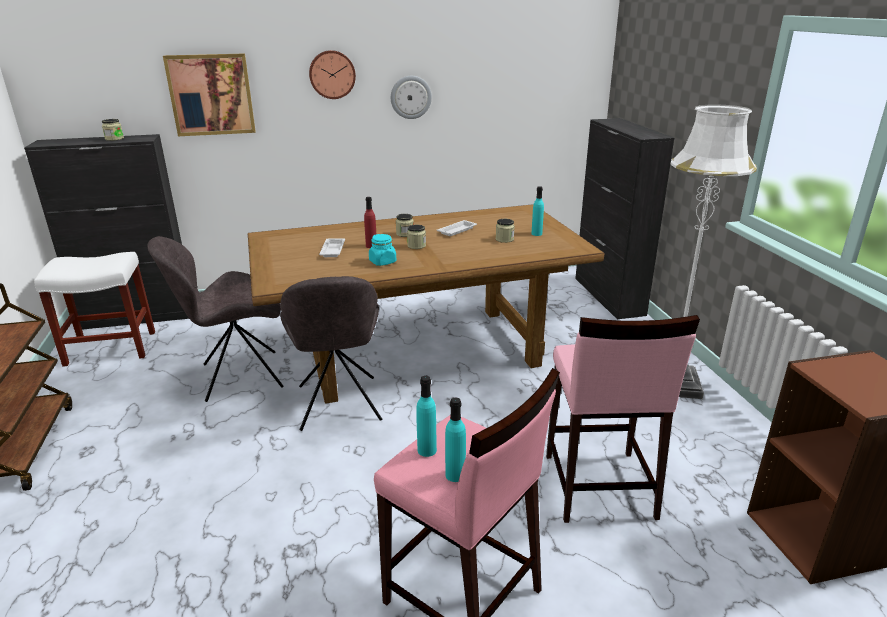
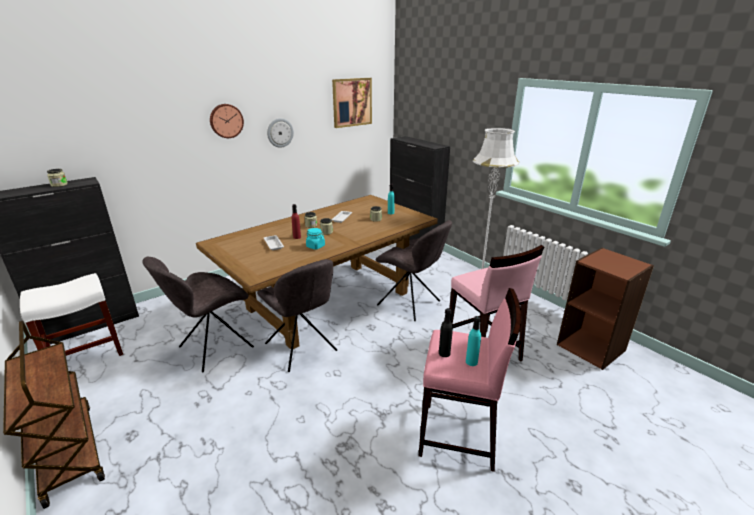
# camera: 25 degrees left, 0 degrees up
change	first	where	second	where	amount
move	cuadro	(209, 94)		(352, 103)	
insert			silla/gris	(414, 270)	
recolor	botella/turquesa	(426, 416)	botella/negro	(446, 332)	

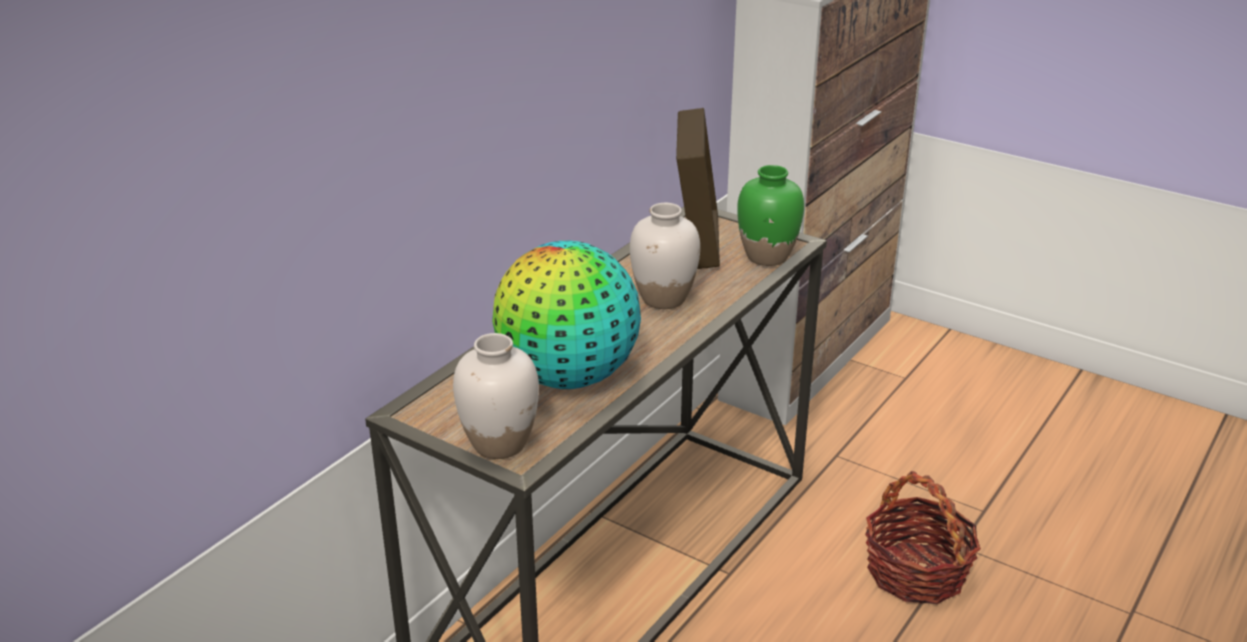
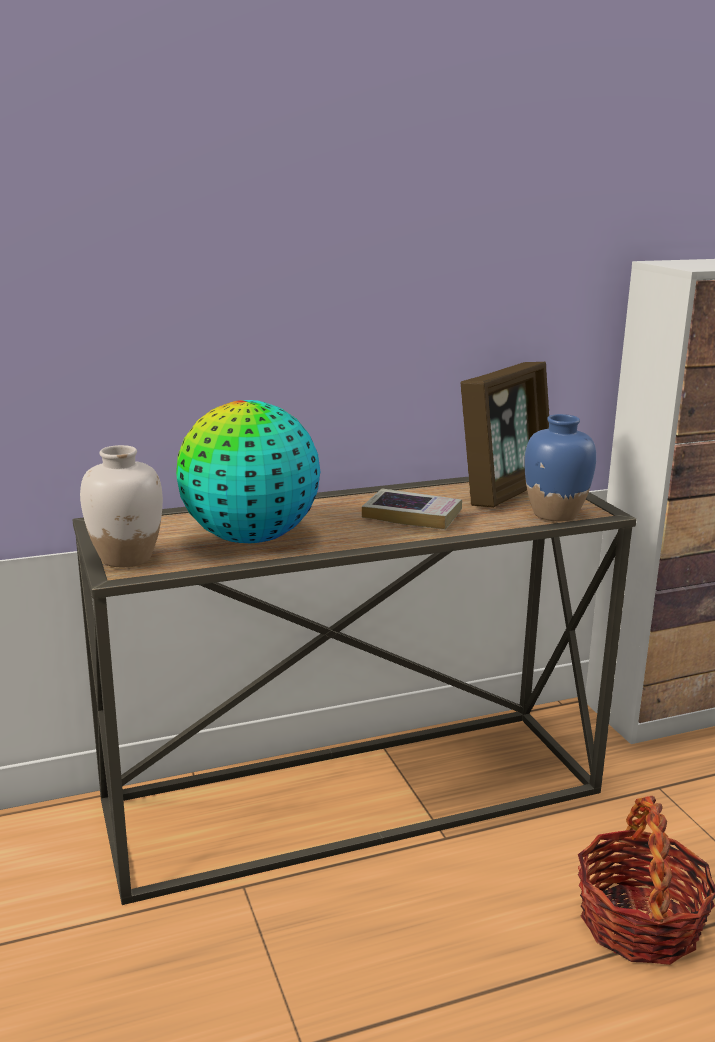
# camera: 35 degrees right, 10 degrees down
change	first	where	second	where	amount
replace	florero/blanco	(665, 256)	libro	(412, 509)	
recolor	florero/verde	(770, 215)	florero/azul	(560, 467)	

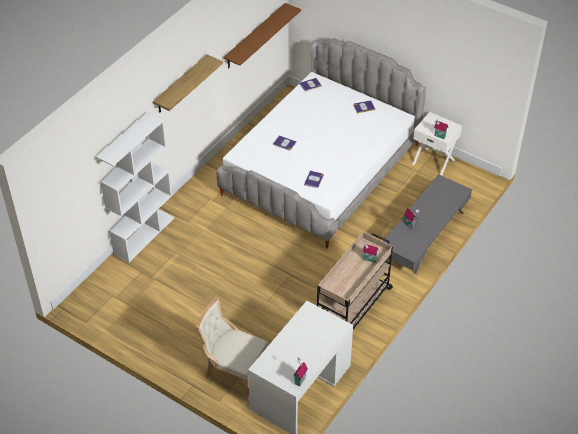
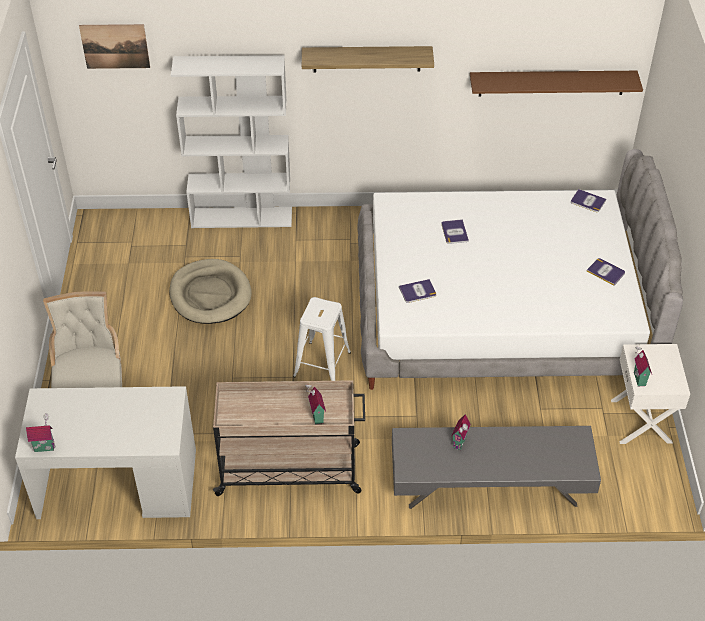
# camera: 55 degrees right, 0 degrees up
change	first	where	second	where	amount
insert			cuadro	(114, 46)	
insert			cama para perro/beis	(210, 291)	
insert			taburete/blanco	(322, 339)	

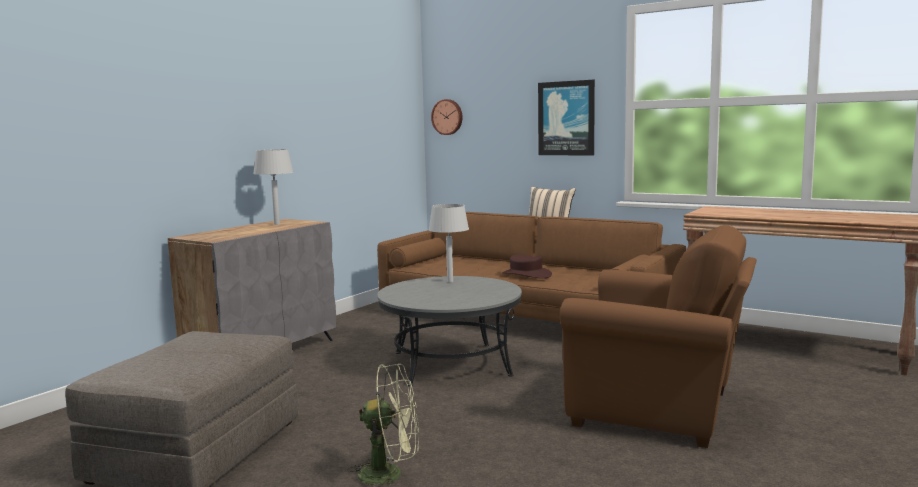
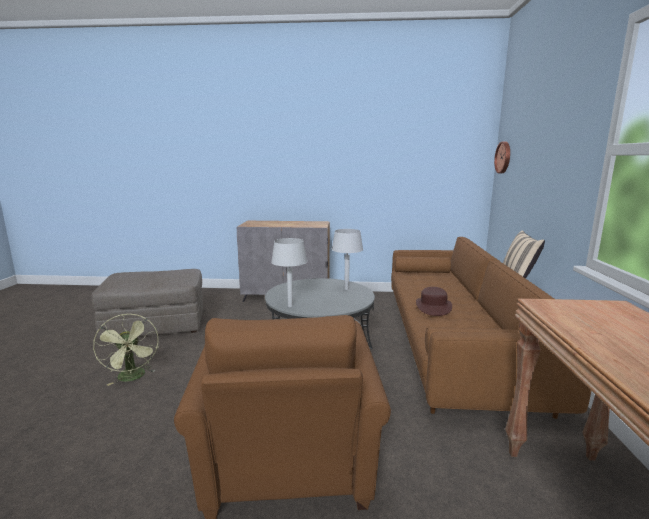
# camera: 60 degrees right, 5 degrees up
change	first	where	second	where	amount
move	lámpara de mesa/gris	(273, 187)		(289, 272)	
delete	cuadro	(566, 117)			

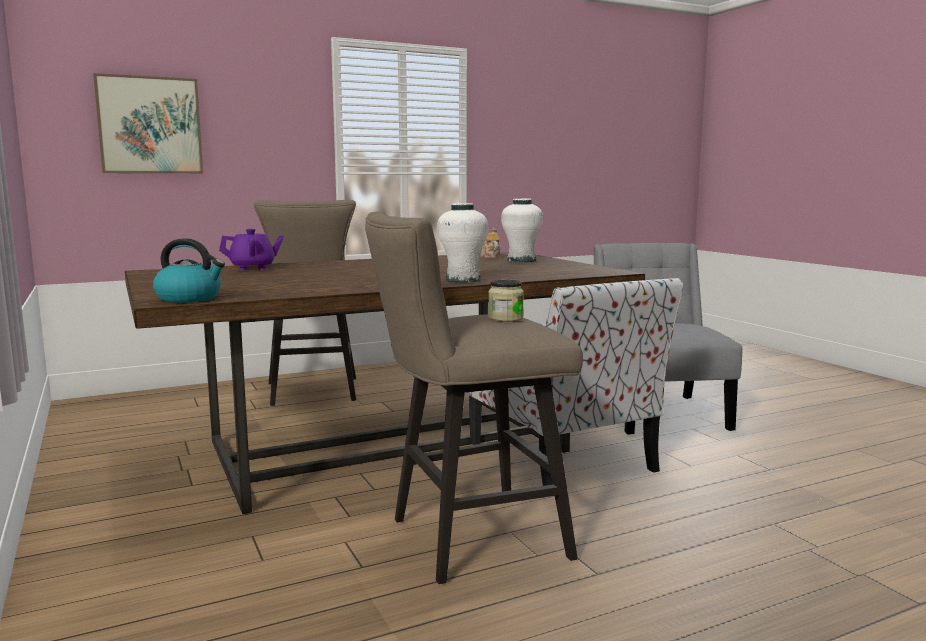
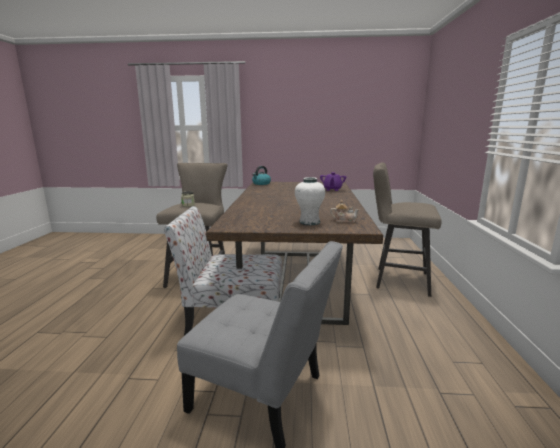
# camera: 120 degrees right, 5 degrees up
change	first	where	second	where	amount
delete	cuadro	(148, 123)			
delete	florero/blanco	(462, 243)			

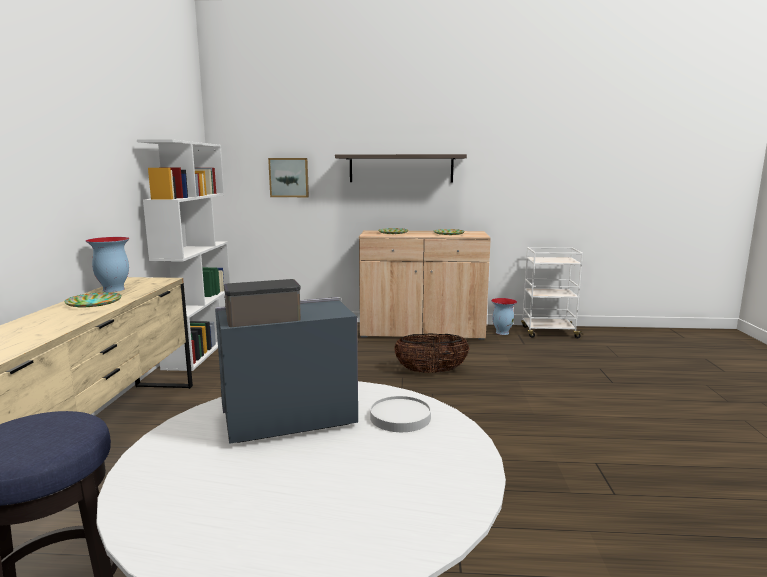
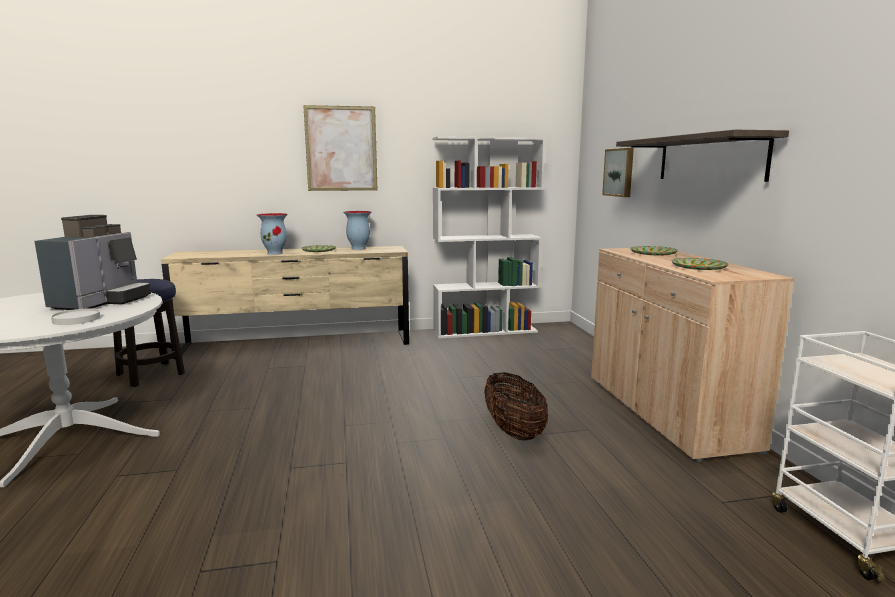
# camera: 75 degrees right, 0 degrees up
change	first	where	second	where	amount
rotate	cafetera	(286, 361)		(93, 262)	45 degrees clockwise
move	florero	(504, 316)		(272, 234)	
insert			cuadro	(340, 148)	

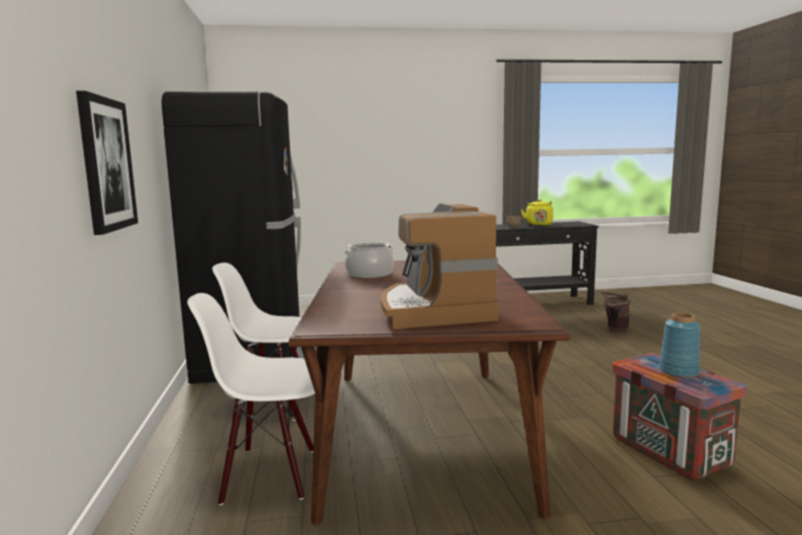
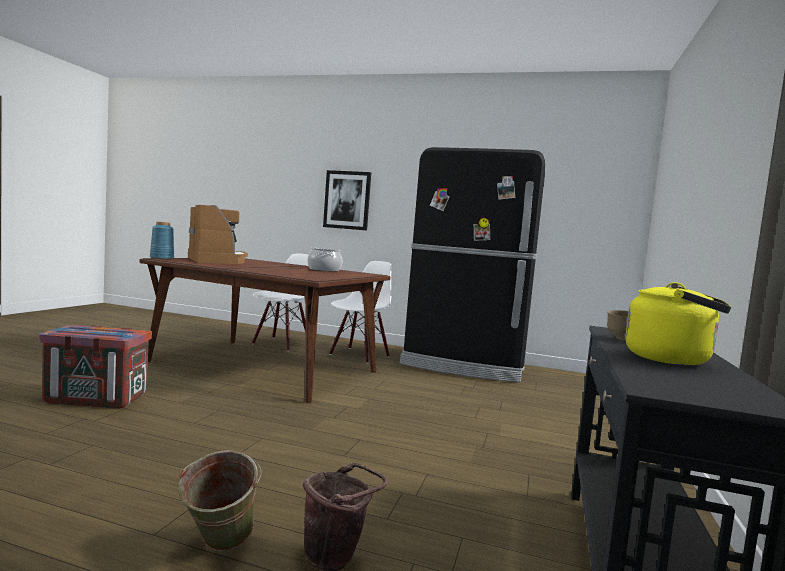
# camera: 115 degrees right, 5 degrees down
change	first	where	second	where	amount
move	florero/azul	(679, 345)		(162, 241)	
insert			cubo/verde	(220, 500)	
rotate	cafetera	(439, 266)		(218, 234)	45 degrees clockwise

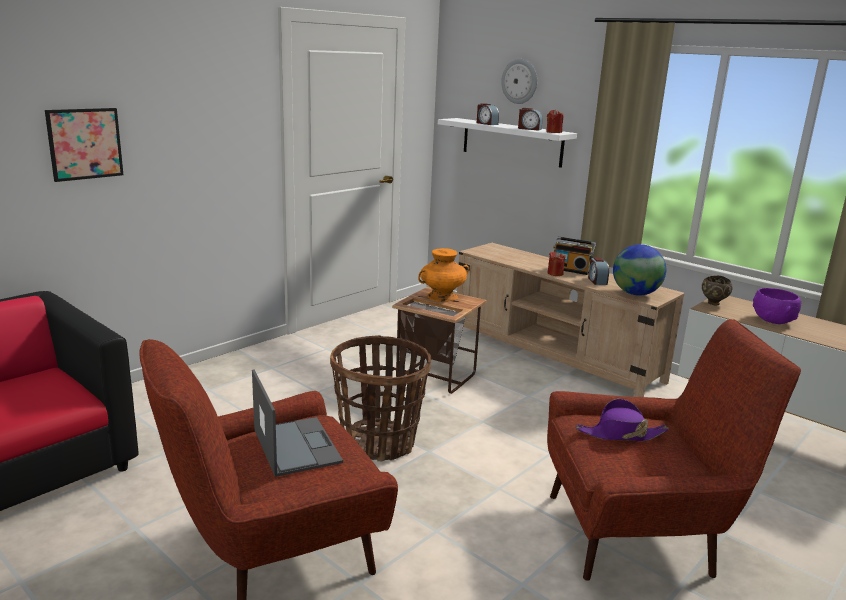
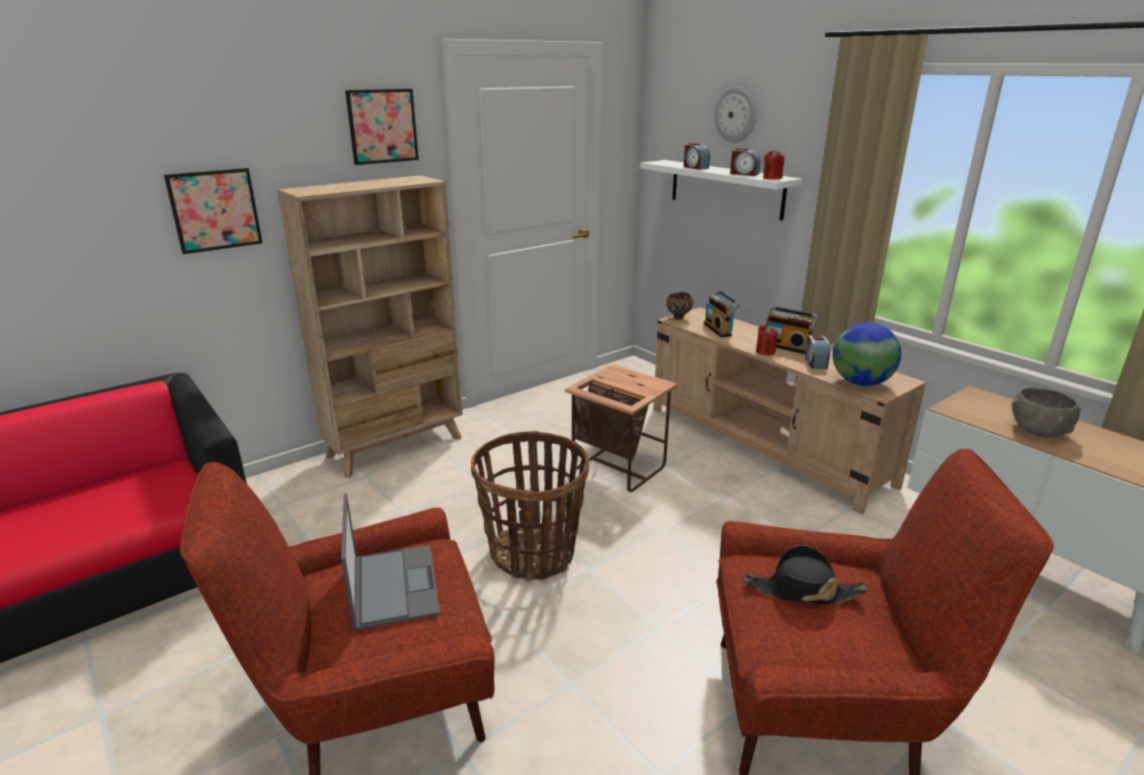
# camera: 10 degrees right, 5 degrees up
change	first	where	second	where	amount
insert			estantería/beis	(370, 326)	
insert			cuadro	(382, 127)	
move	cuenco/marrón	(717, 290)		(679, 306)	
insert			radio	(722, 313)	
recolor	sombrero/morado	(622, 420)	sombrero/negro	(805, 575)	
recolor	cuenco/morado	(777, 306)	cuenco/gris	(1046, 412)	
delete	florero/naranja	(443, 275)			

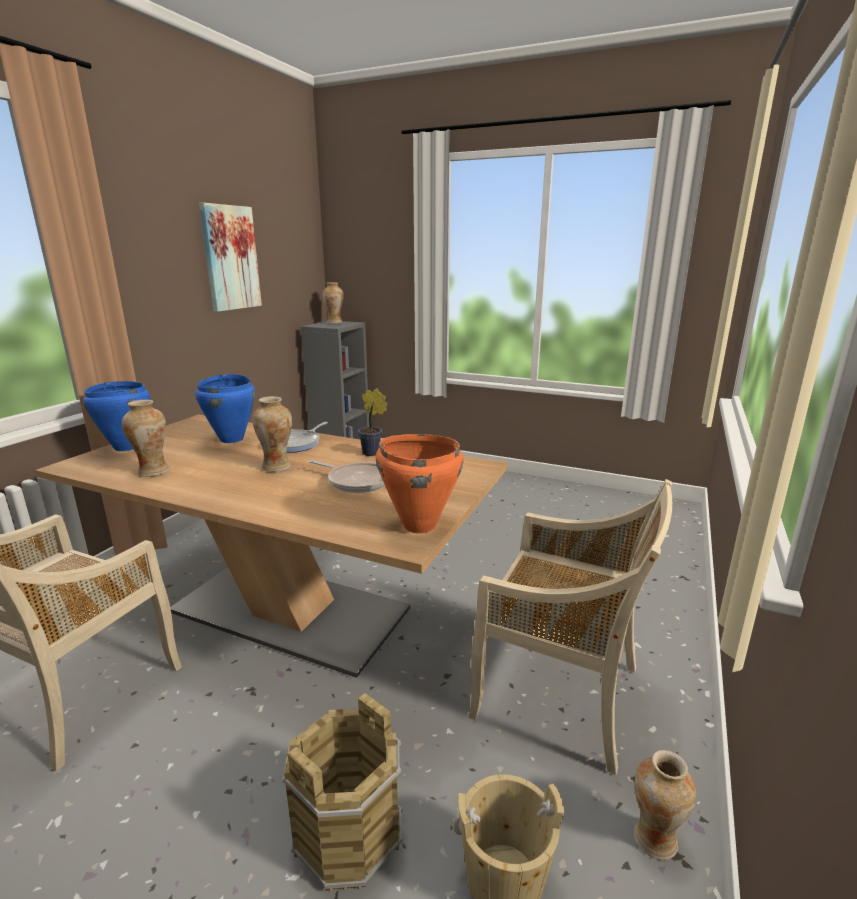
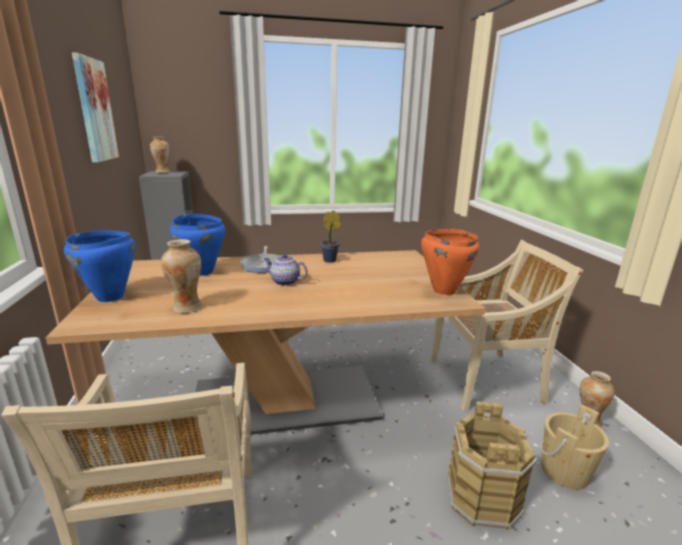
# camera: 35 degrees left, 0 degrees up
change	first	where	second	where	amount
replace	florero	(272, 434)	tetera	(286, 270)	
delete	sartén	(347, 476)			

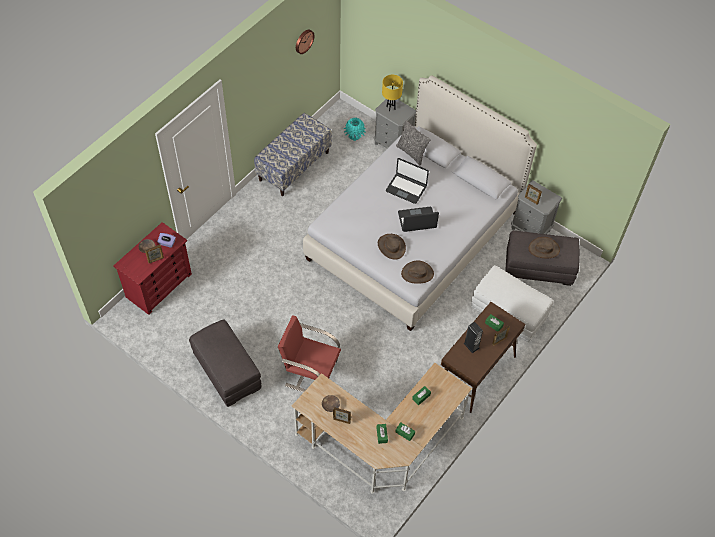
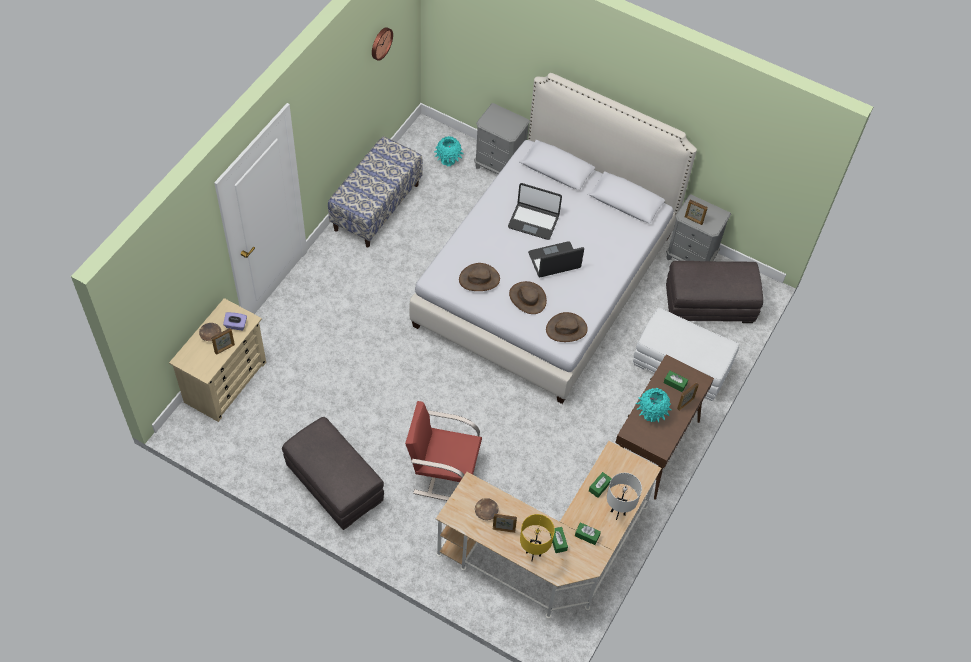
# camera: 10 degrees left, 0 degrees up
change	first	where	second	where	amount
recolor	cómoda/rojo	(152, 268)	cómoda/beis	(217, 360)	
move	sombrero/marrón	(544, 247)		(479, 277)	
move	lámpara de mesa/amarillo	(392, 93)		(537, 537)	
insert			lámpara de mesa/blanco	(624, 496)	
replace	altavoz	(473, 337)	florero/turquesa	(653, 405)	
delete	cojín	(413, 142)			

